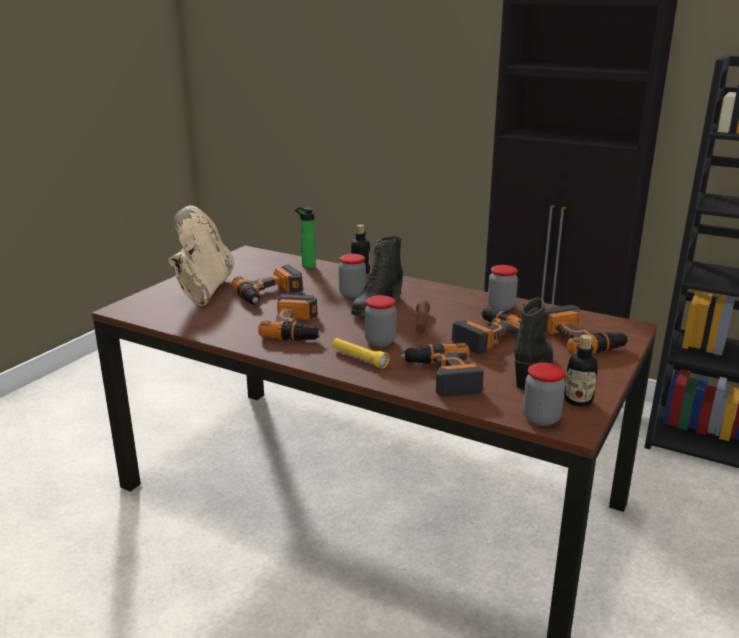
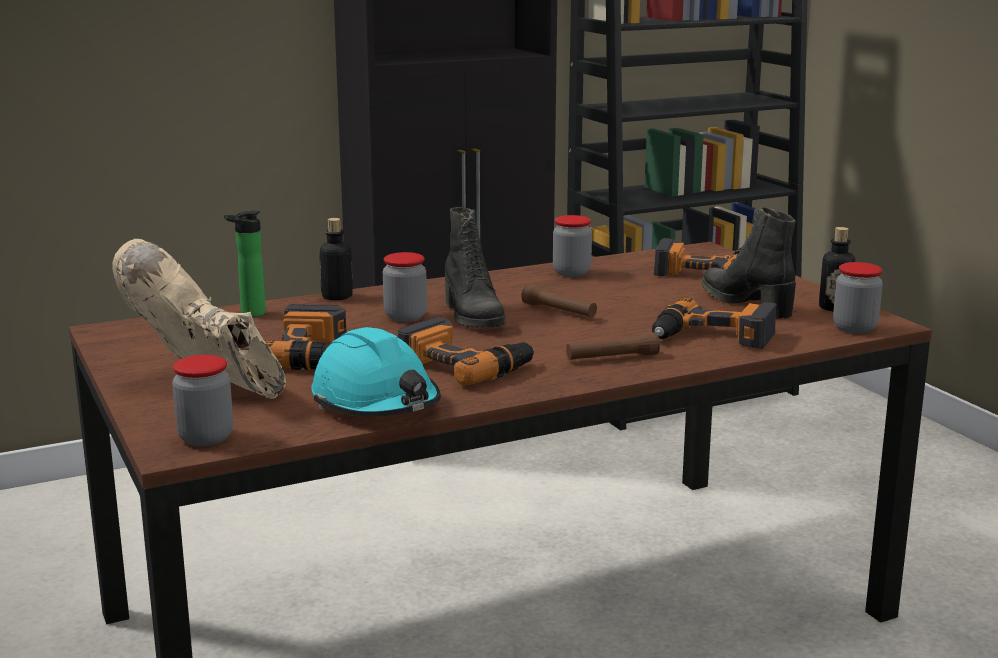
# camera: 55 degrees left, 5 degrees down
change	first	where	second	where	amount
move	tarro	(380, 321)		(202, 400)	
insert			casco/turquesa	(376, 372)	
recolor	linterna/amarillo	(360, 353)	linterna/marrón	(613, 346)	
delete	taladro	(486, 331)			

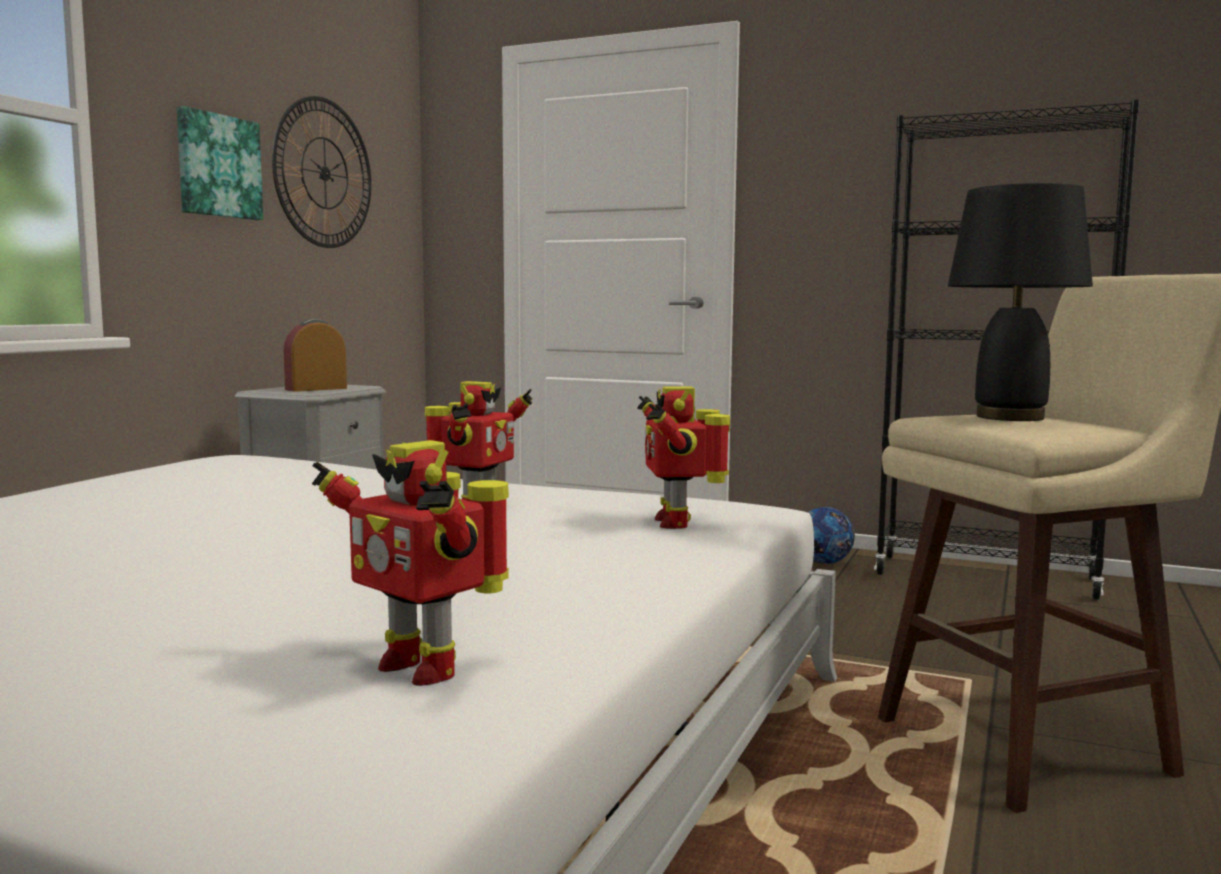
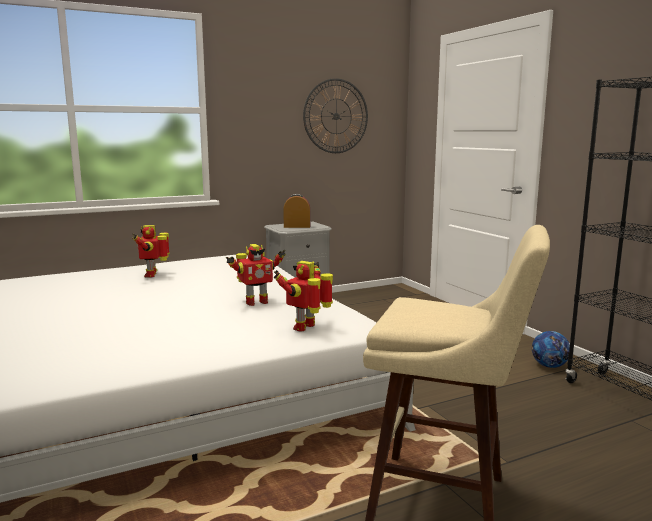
# camera: 40 degrees right, 5 degrees up
change	first	where	second	where	amount
move	robot de juguete	(410, 563)		(151, 251)	
delete	cuadro	(220, 163)			
delete	lámpara de mesa/negro	(1020, 302)			

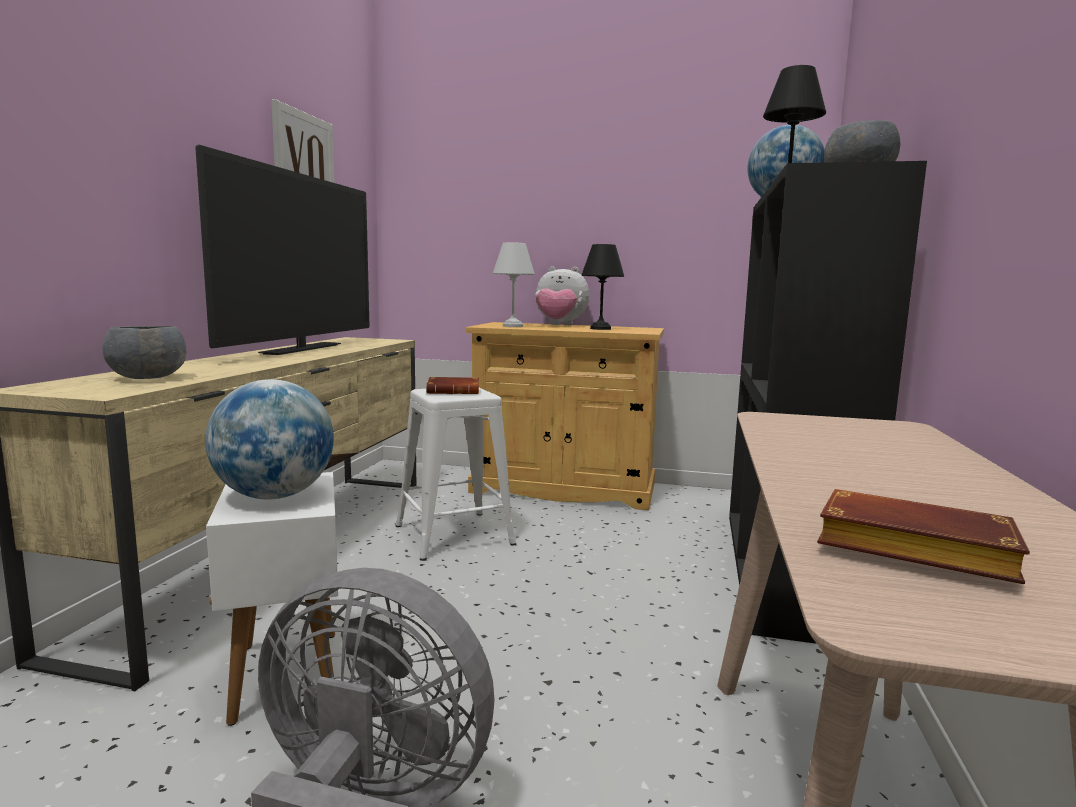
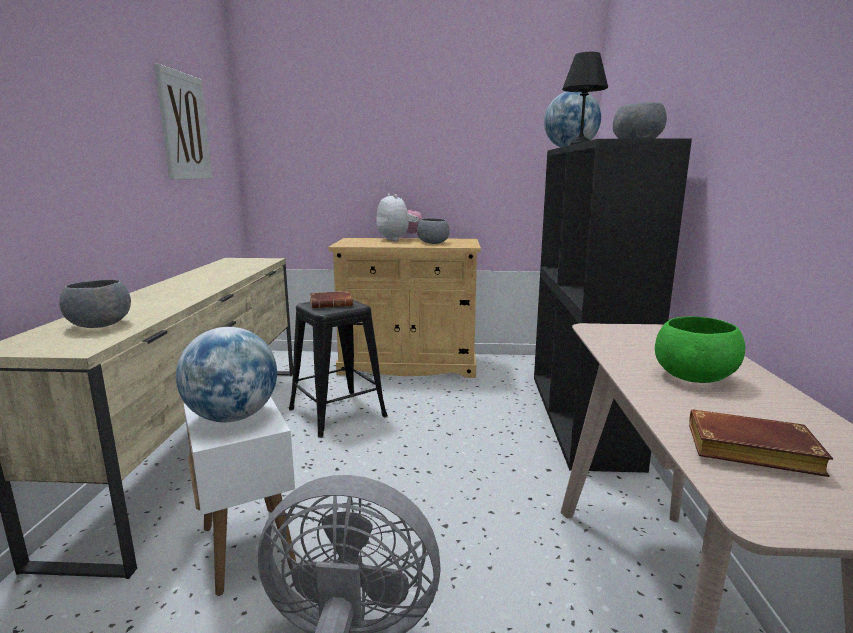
# camera: 10 degrees left, 5 degrees up
change	first	where	second	where	amount
recolor	taburete/blanco	(456, 474)	taburete/negro	(338, 369)	
rotate	peluche	(562, 295)		(399, 217)	120 degrees counterclockwise
replace	lámpara de mesa/negro	(603, 287)	cuenco/gris	(433, 231)	
insert			cuenco/verde	(700, 349)	
delete	televisor	(282, 250)			
delete	lámpara de mesa/blanco	(514, 284)			

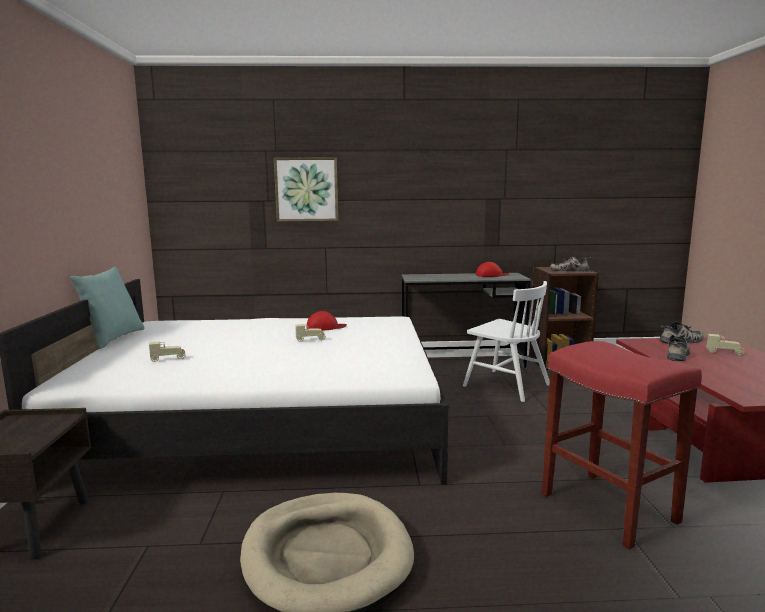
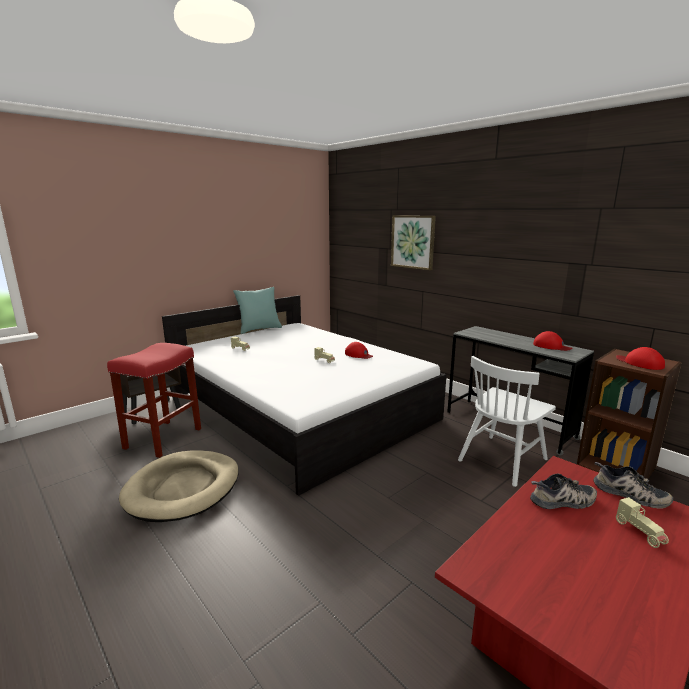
# camera: 50 degrees right, 5 degrees up
change	first	where	second	where	amount
move	taburete/rojo	(622, 445)		(154, 400)	
rotate	silla/blanco	(506, 341)		(507, 421)	45 degrees clockwise
replace	zapato	(570, 263)	gorra/rojo	(640, 358)	

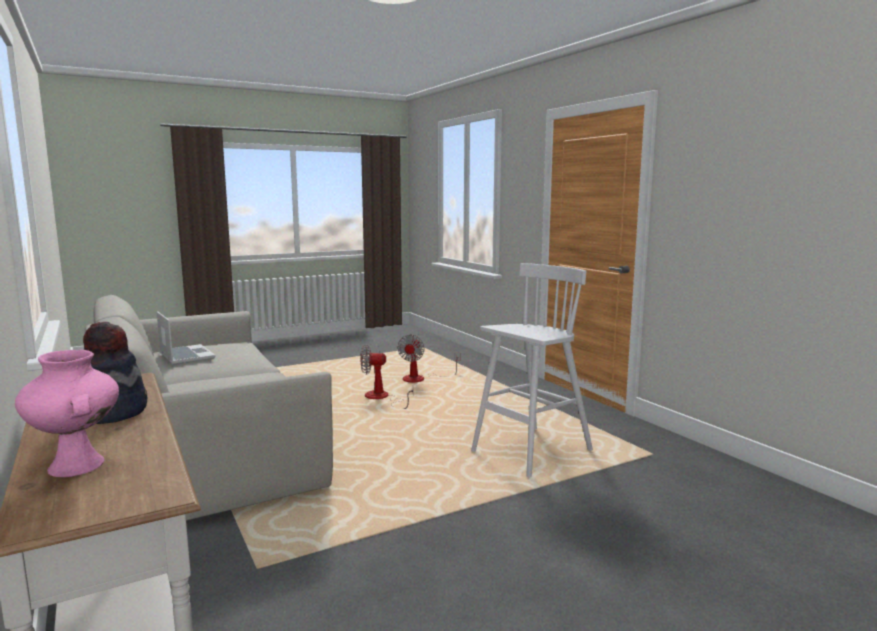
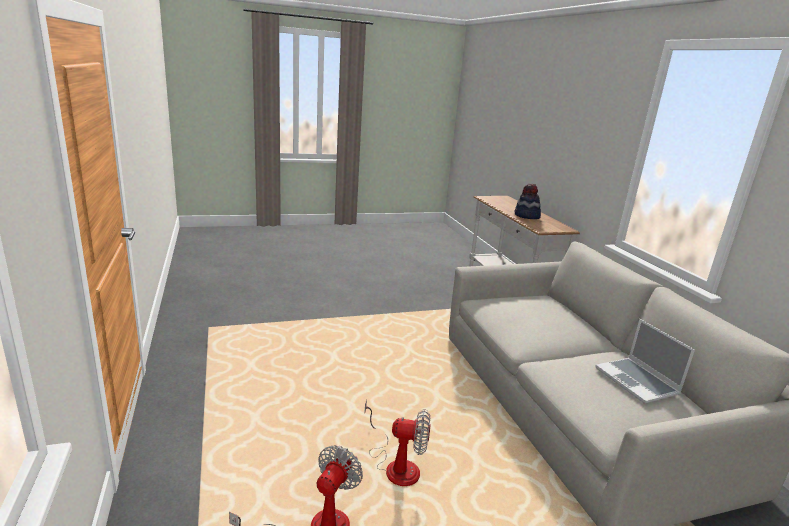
# camera: 170 degrees left, 10 degrees up
change	first	where	second	where	amount
delete	florero/rosa	(67, 413)			
delete	taburete/blanco	(532, 370)			

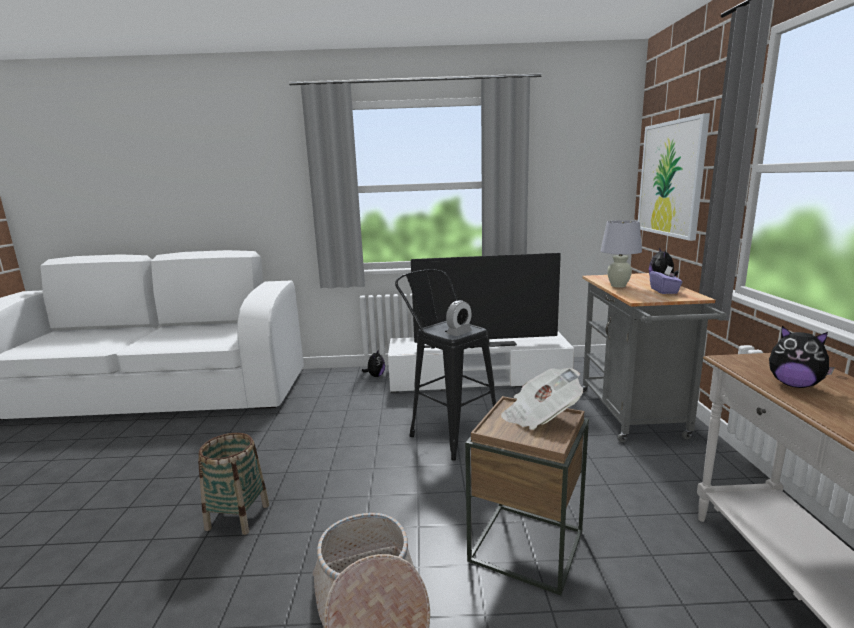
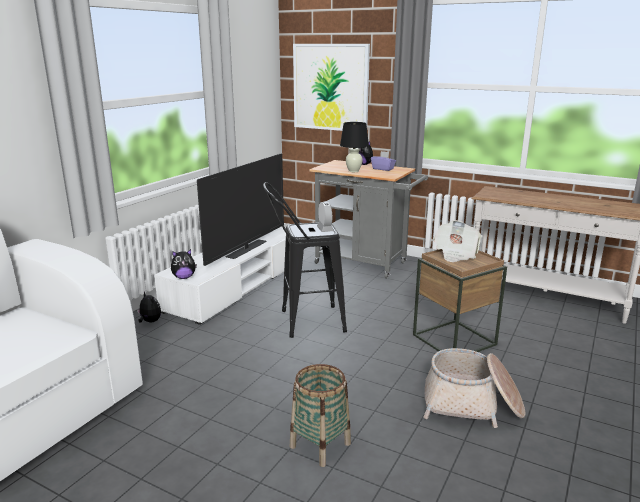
# camera: 60 degrees left, 5 degrees up
change	first	where	second	where	amount
move	peluche	(802, 357)		(184, 264)	
recolor	lámpara de mesa/blanco	(621, 254)	lámpara de mesa/negro	(354, 147)	

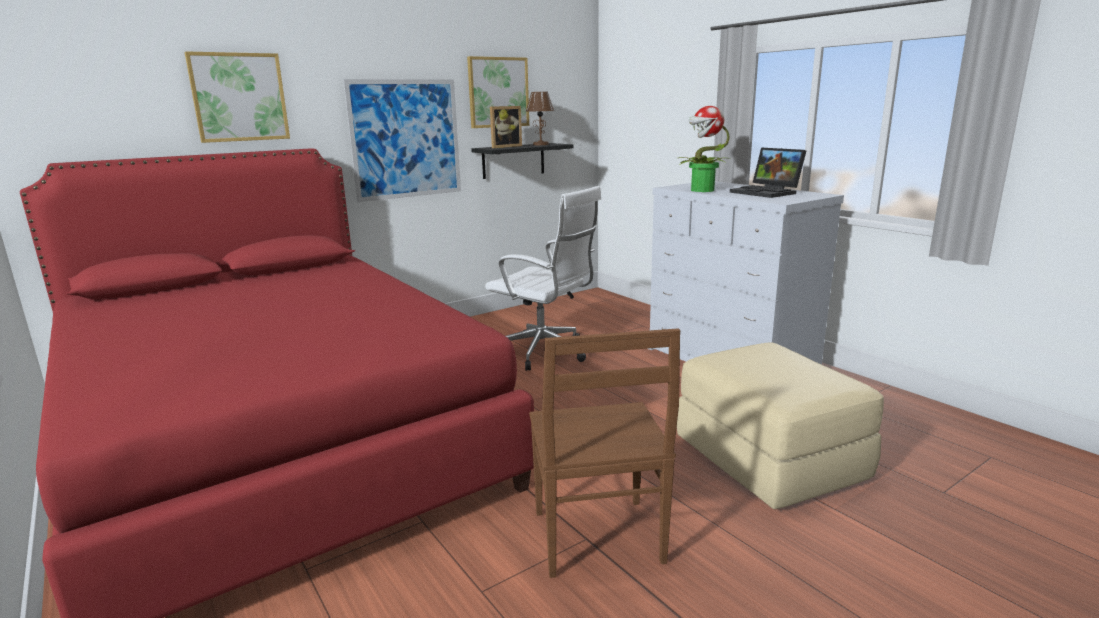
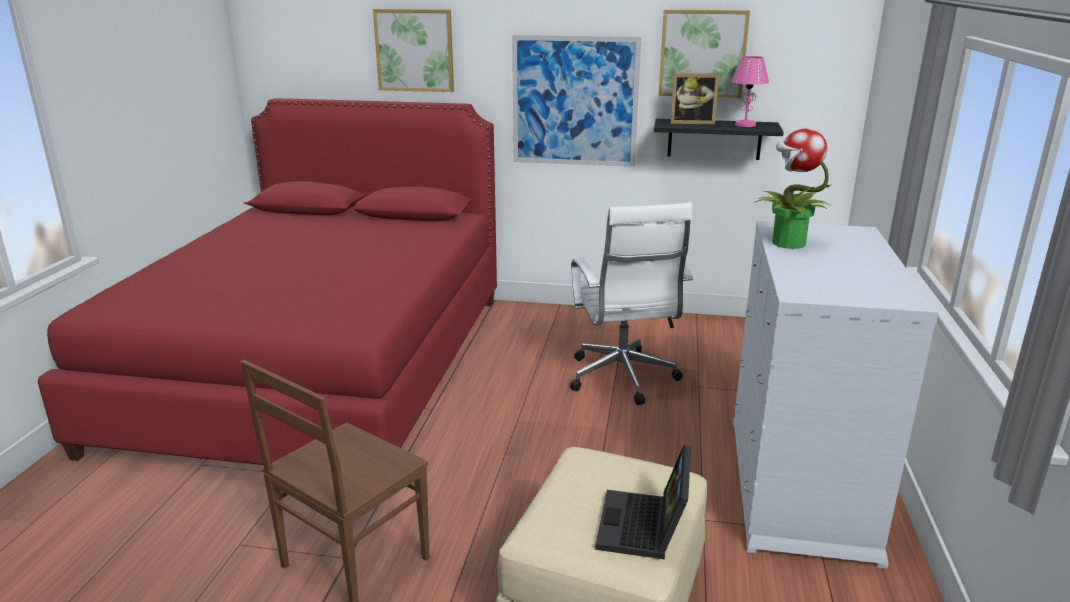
# camera: 45 degrees right, 5 degrees up
change	first	where	second	where	amount
move	portátil	(768, 173)		(643, 502)	
recolor	lámpara de mesa/marrón	(540, 118)	lámpara de mesa/rosa	(750, 91)	

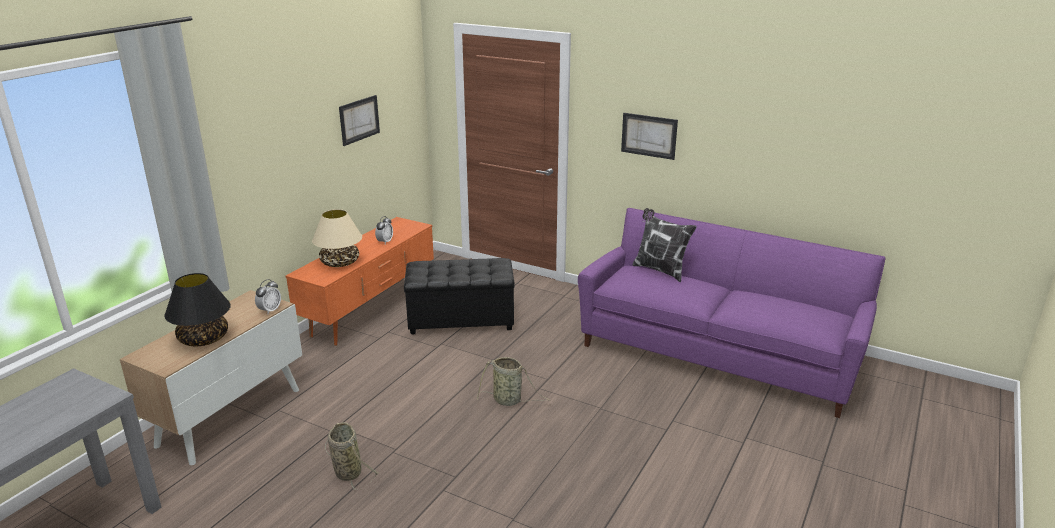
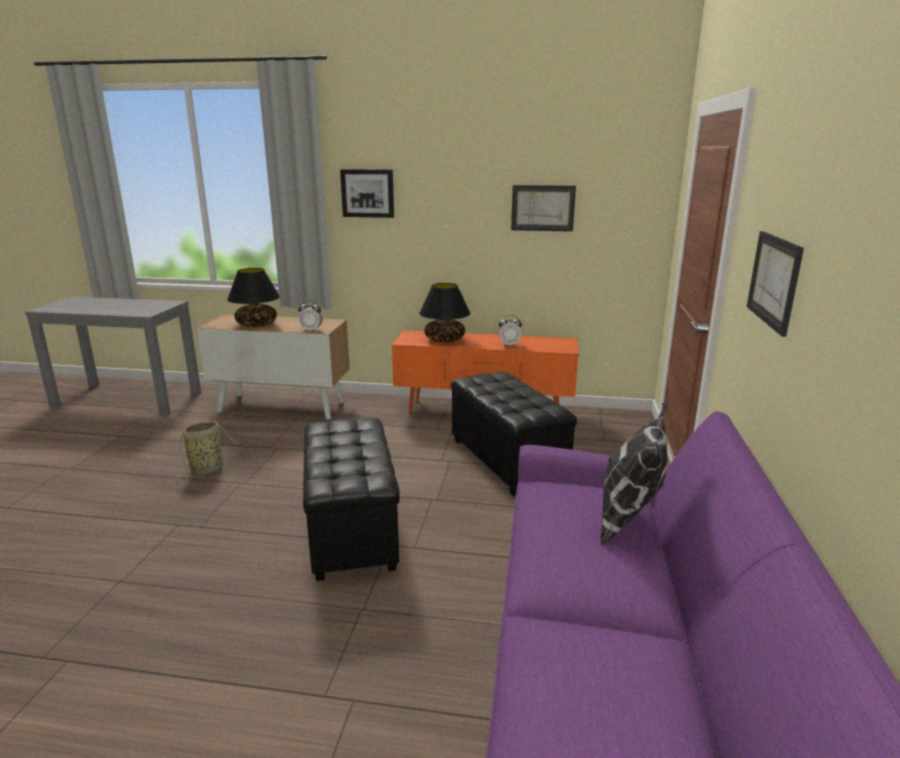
# camera: 70 degrees right, 5 degrees down
change	first	where	second	where	amount
replace	cesta	(513, 381)	puf/negro	(351, 499)	
insert			cuadro	(367, 193)	
recolor	lámpara de mesa/beis	(337, 238)	lámpara de mesa/negro	(444, 312)	

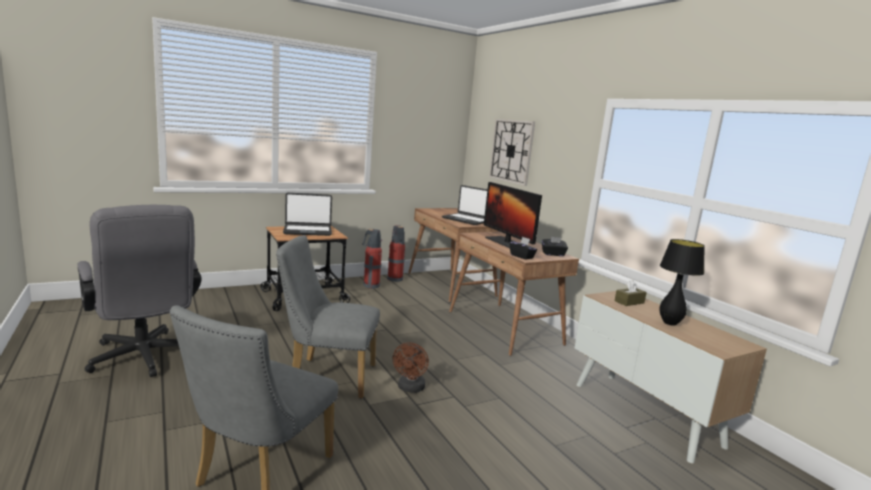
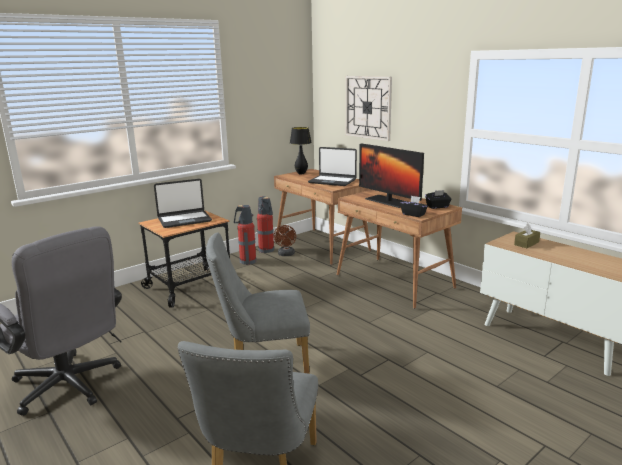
# camera: 10 degrees left, 5 degrees up
change	first	where	second	where	amount
move	ventilador/marrón	(411, 367)		(285, 240)	
move	lámpara de mesa/negro	(682, 282)		(301, 150)	

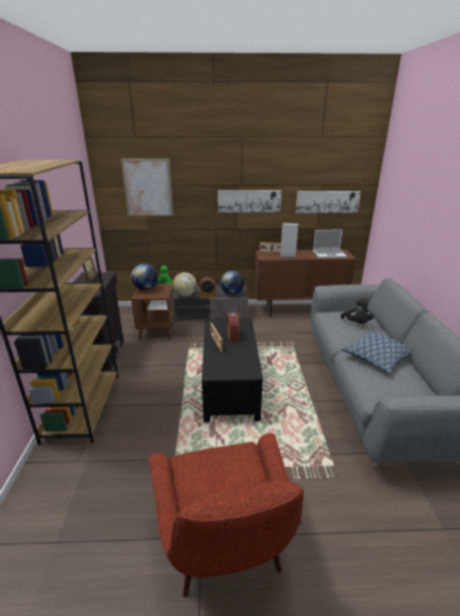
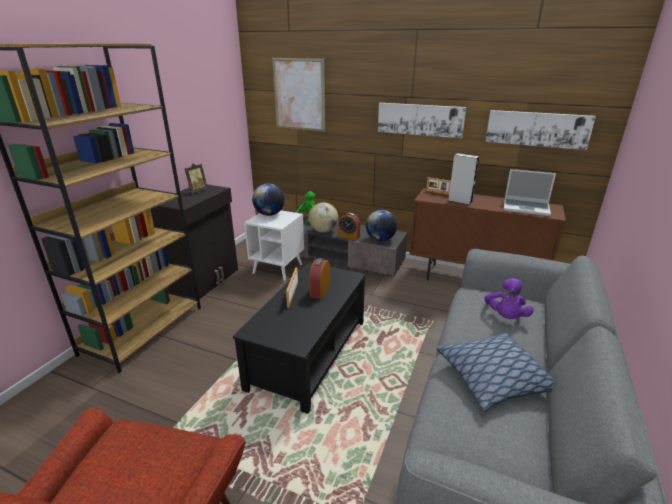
# camera: 25 degrees right, 0 degrees up
change	first	where	second	where	amount
recolor	mesa auxiliar/marrón	(152, 312)	mesa auxiliar/blanco	(274, 245)	
recolor	peluche/negro	(357, 311)	peluche/morado	(509, 298)	

